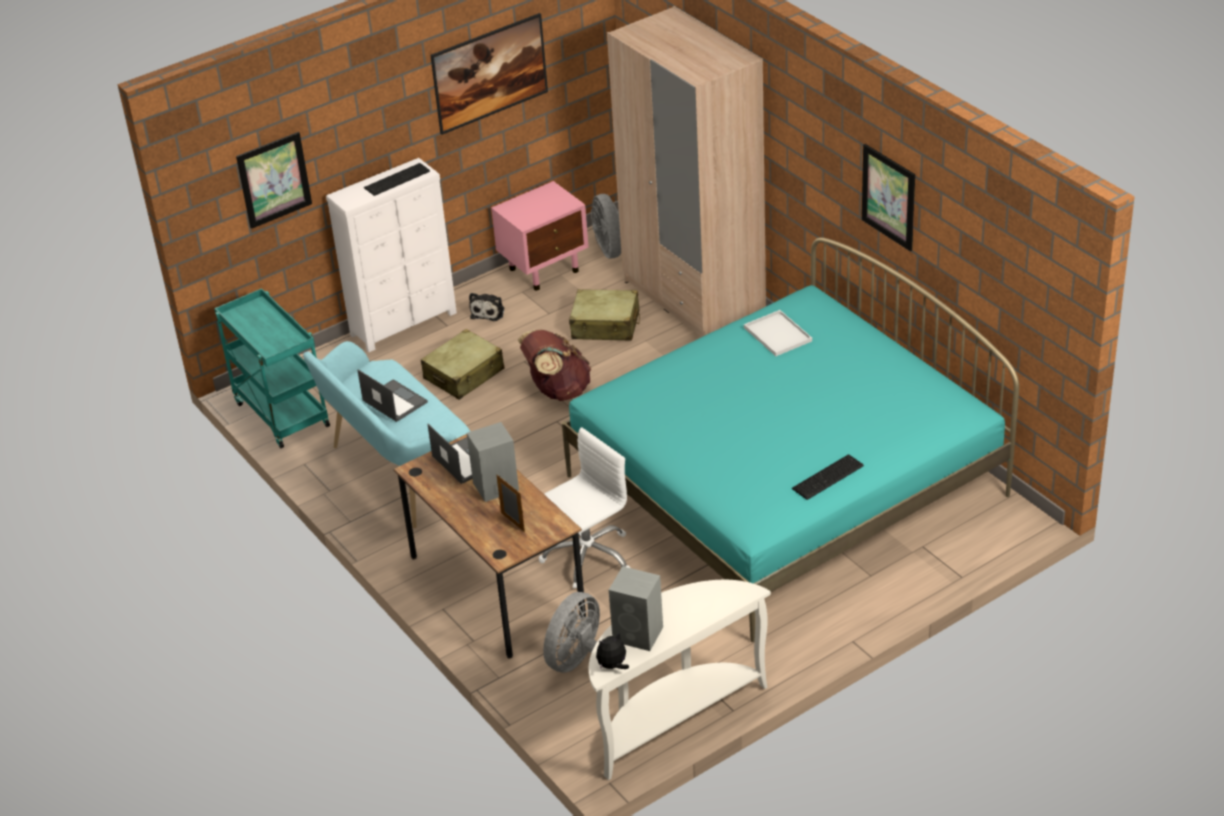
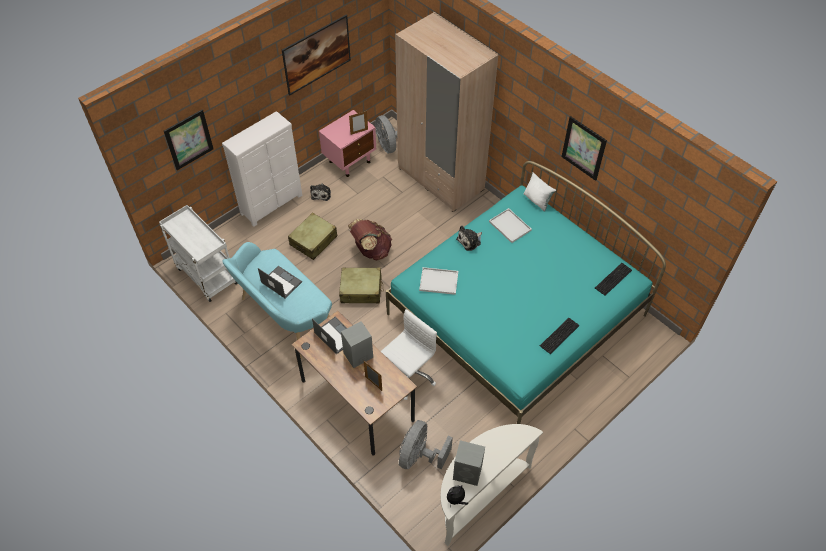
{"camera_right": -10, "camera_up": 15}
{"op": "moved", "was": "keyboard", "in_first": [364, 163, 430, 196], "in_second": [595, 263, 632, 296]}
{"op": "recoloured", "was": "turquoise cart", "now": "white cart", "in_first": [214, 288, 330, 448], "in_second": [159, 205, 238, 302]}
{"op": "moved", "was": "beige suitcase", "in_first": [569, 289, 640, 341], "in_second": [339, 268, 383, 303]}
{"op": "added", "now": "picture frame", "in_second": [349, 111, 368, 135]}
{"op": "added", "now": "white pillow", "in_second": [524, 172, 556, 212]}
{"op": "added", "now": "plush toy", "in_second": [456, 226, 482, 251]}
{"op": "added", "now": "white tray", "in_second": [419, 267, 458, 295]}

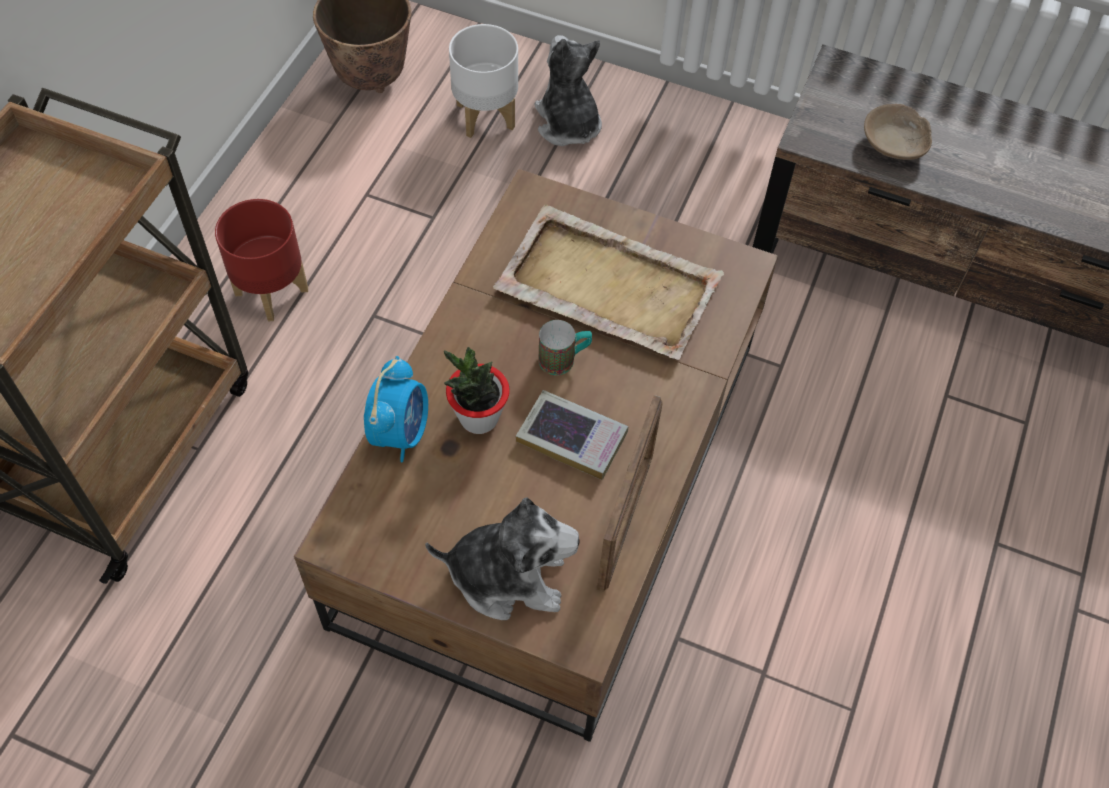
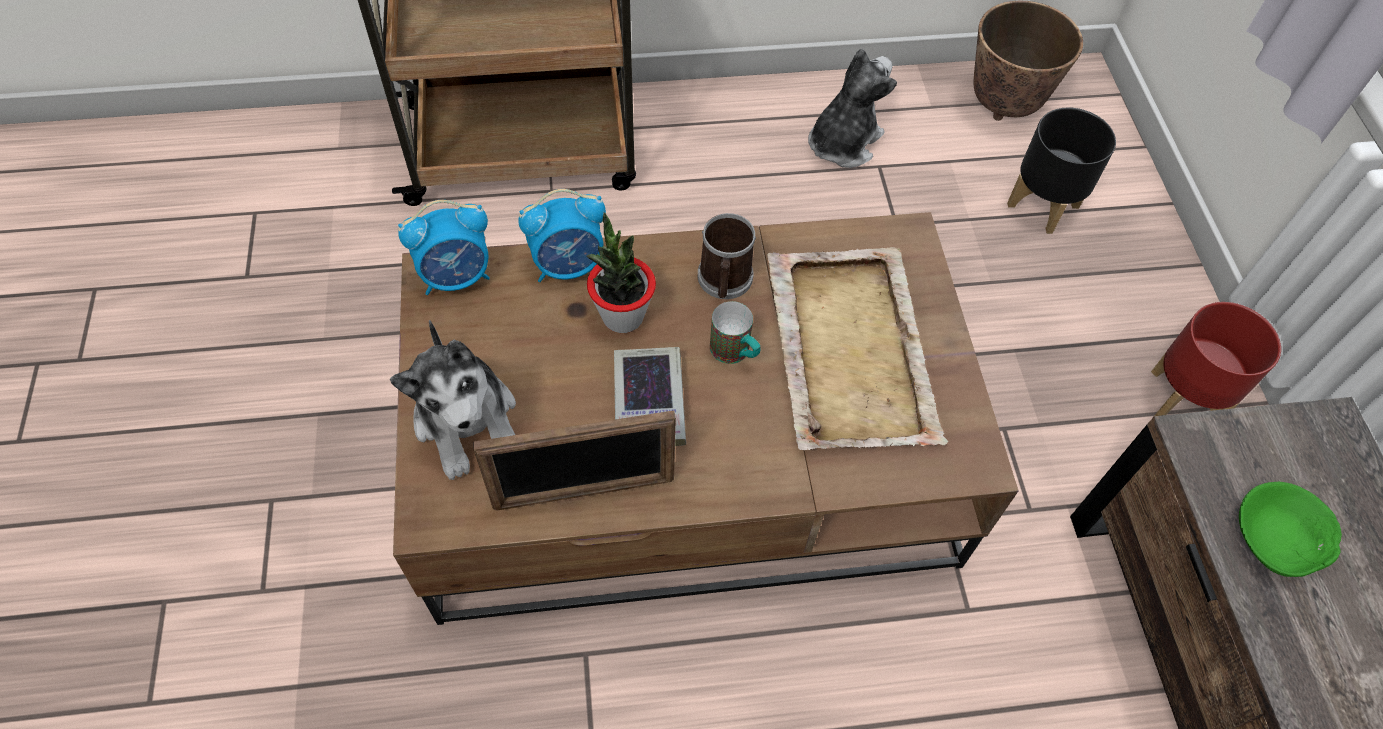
{"camera_right": 60, "camera_up": 0}
{"op": "recoloured", "was": "white planter", "now": "black planter", "in_first": [449, 24, 518, 138], "in_second": [1007, 108, 1116, 234]}
{"op": "moved", "was": "plush toy", "in_first": [534, 35, 602, 146], "in_second": [808, 49, 897, 168]}
{"op": "recoloured", "was": "beige bowl", "now": "green bowl", "in_first": [864, 104, 932, 160], "in_second": [1239, 482, 1342, 577]}
{"op": "moved", "was": "red planter", "in_first": [215, 199, 308, 321], "in_second": [1151, 302, 1281, 416]}
{"op": "added", "now": "alarm clock", "in_second": [398, 200, 490, 295]}
{"op": "added", "now": "mug", "in_second": [698, 213, 756, 299]}

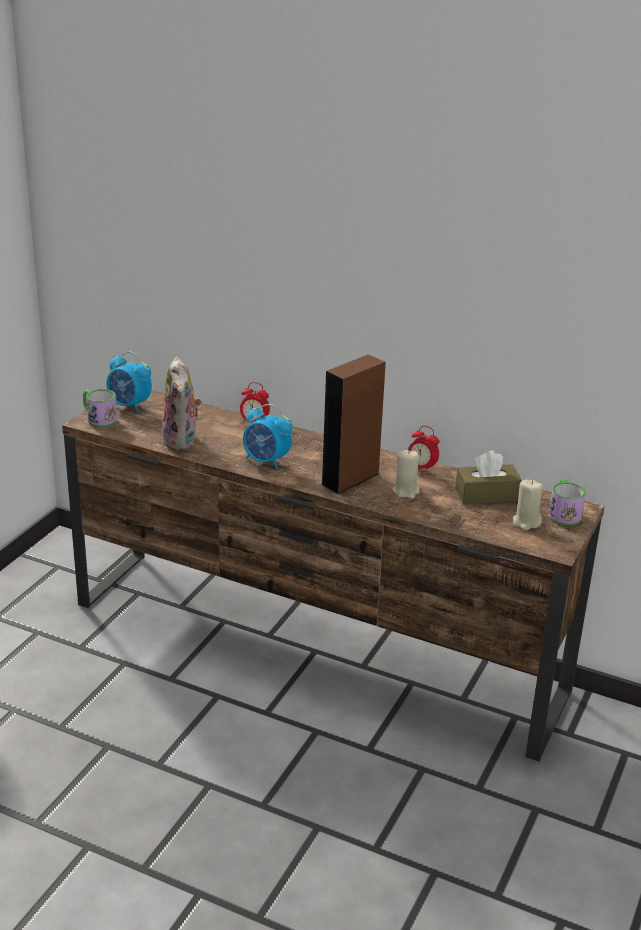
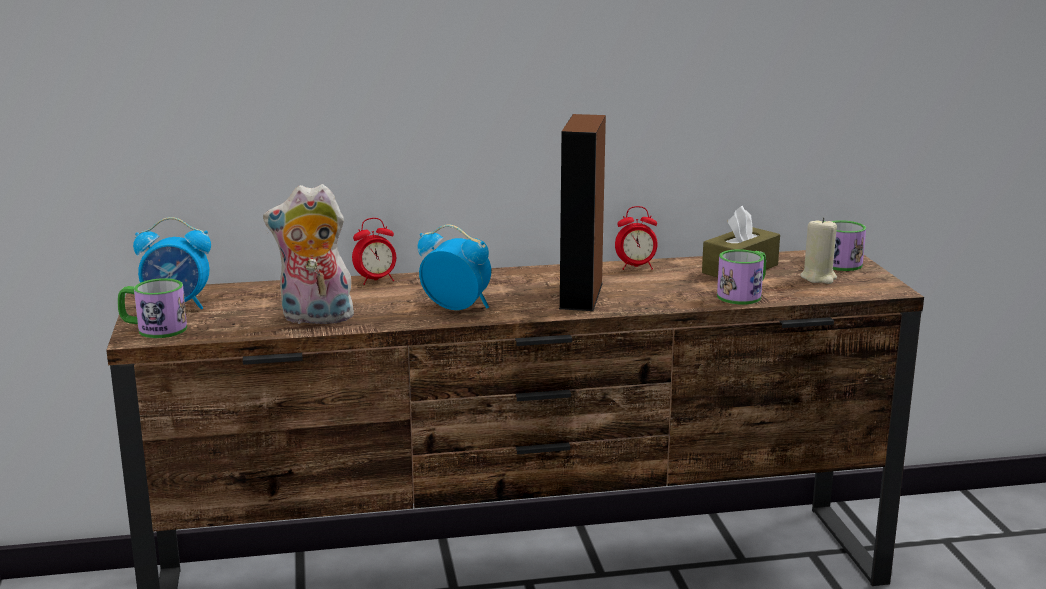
{"camera_right": -35, "camera_up": -10}
{"op": "turned", "was": "plush toy", "in_first": [162, 357, 202, 451], "in_second": [263, 184, 354, 327], "clockwise": 135}
{"op": "turned", "was": "alarm clock", "in_first": [243, 404, 293, 469], "in_second": [418, 224, 491, 310], "clockwise": -150}
{"op": "removed", "was": "beige candle", "in_first": [393, 450, 420, 499]}
{"op": "added", "now": "mug", "in_second": [717, 249, 766, 304]}

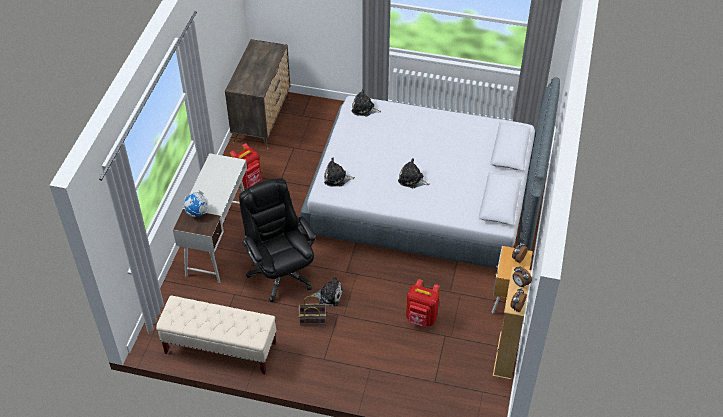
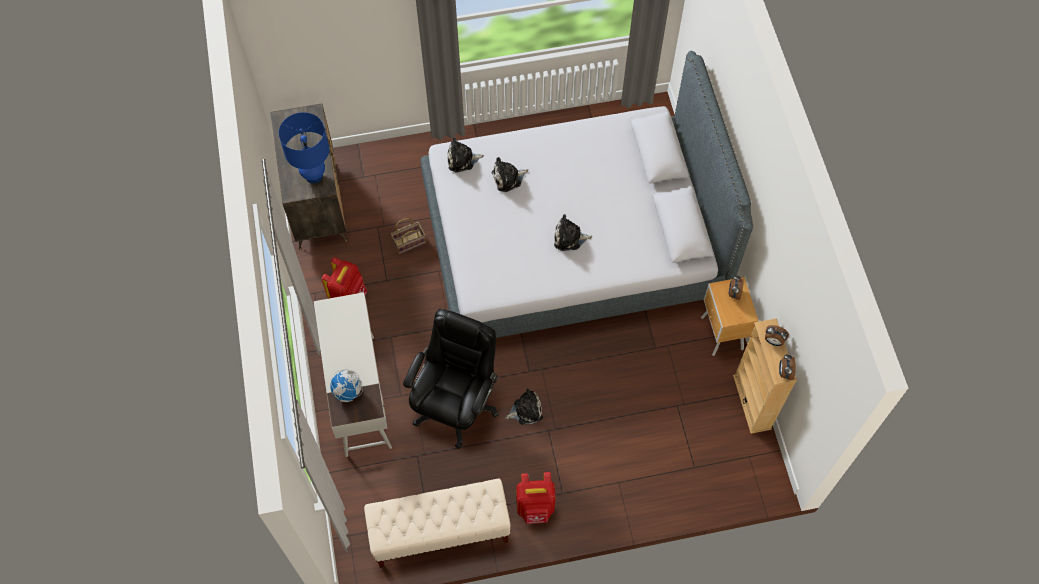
{"camera_right": -25, "camera_up": 15}
{"op": "moved", "was": "plush toy", "in_first": [324, 158, 355, 187], "in_second": [491, 157, 528, 192]}
{"op": "turned", "was": "black office chair", "in_first": [239, 178, 316, 302], "in_second": [403, 309, 499, 449], "clockwise": 75}
{"op": "moved", "was": "red backpack", "in_first": [406, 279, 440, 327], "in_second": [516, 472, 556, 524]}
{"op": "moved", "was": "basket", "in_first": [299, 295, 326, 325], "in_second": [391, 218, 426, 254]}
{"op": "added", "now": "blue table lamp", "in_second": [279, 112, 329, 183]}

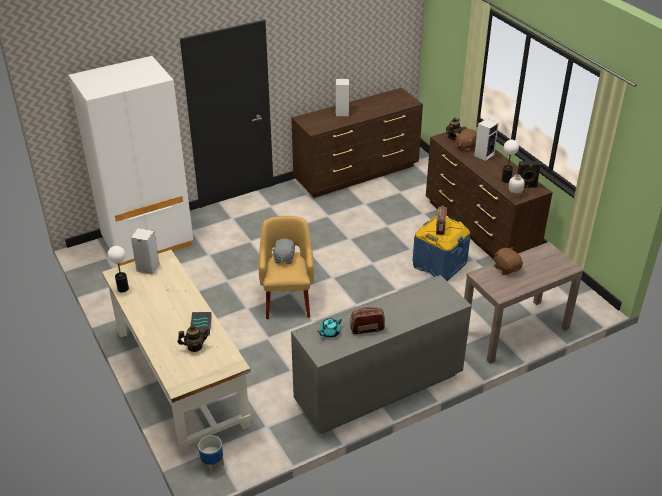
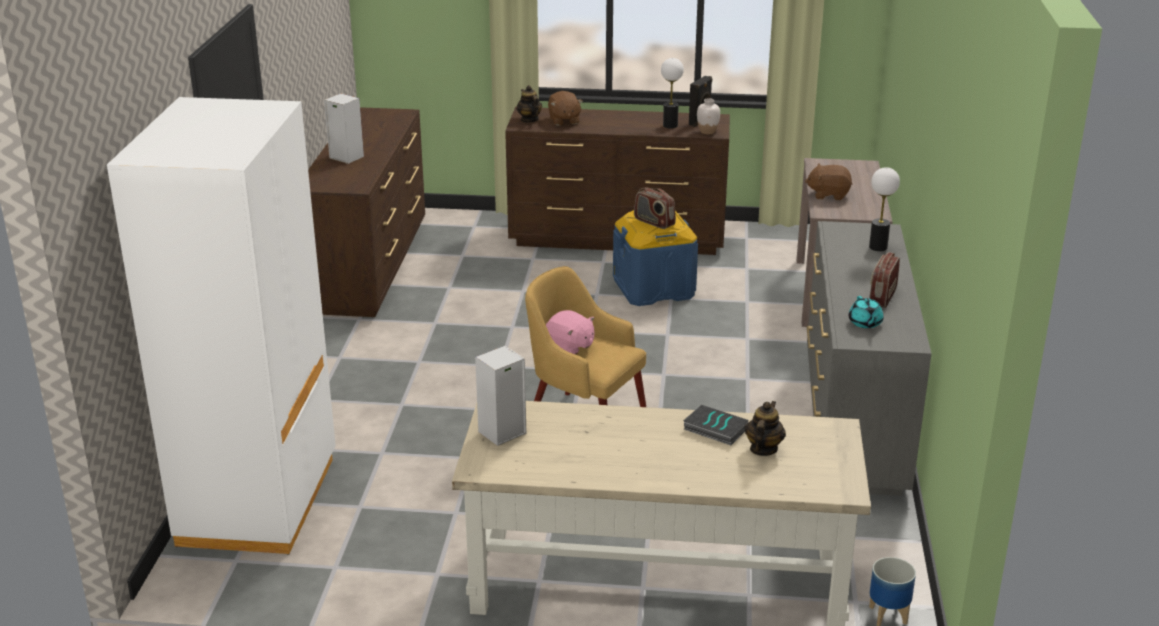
{"camera_right": -55, "camera_up": -10}
{"op": "removed", "was": "speaker", "in_first": [474, 118, 499, 161]}
{"op": "recoloured", "was": "grey plush toy", "now": "pink plush toy", "in_first": [272, 238, 295, 264], "in_second": [546, 310, 595, 355]}
{"op": "moved", "was": "table lamp", "in_first": [108, 246, 129, 293], "in_second": [869, 167, 900, 251]}

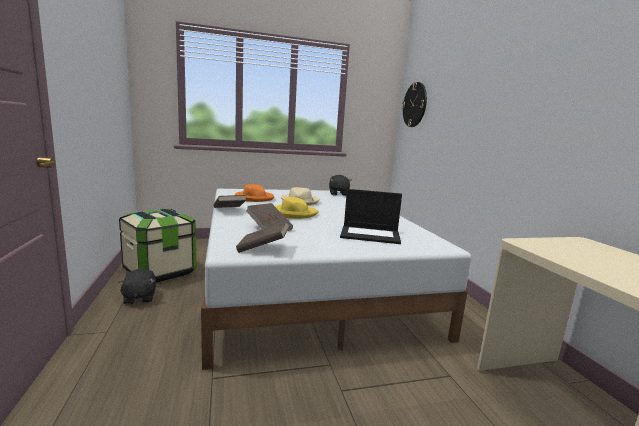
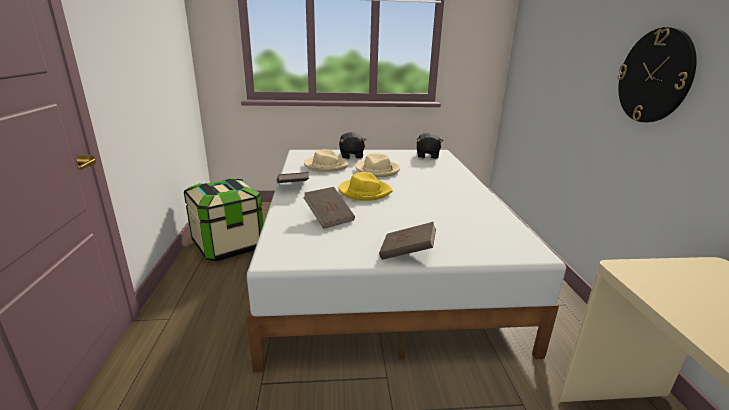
{"camera_right": 10, "camera_up": 10}
{"op": "moved", "was": "wall clock", "in_first": [402, 82, 427, 127], "in_second": [618, 27, 697, 122]}
{"op": "recoloured", "was": "orange hat", "now": "beige hat", "in_first": [235, 184, 274, 202], "in_second": [304, 149, 348, 172]}
{"op": "removed", "was": "laptop", "in_first": [340, 189, 402, 244]}
{"op": "moved", "was": "brown book", "in_first": [236, 221, 289, 253], "in_second": [379, 222, 436, 260]}
{"op": "moved", "was": "black plush toy", "in_first": [118, 269, 156, 305], "in_second": [339, 132, 366, 159]}

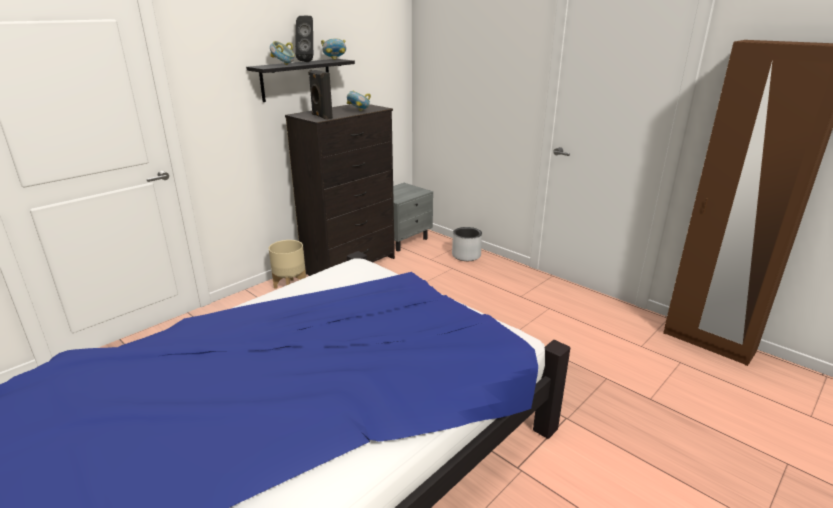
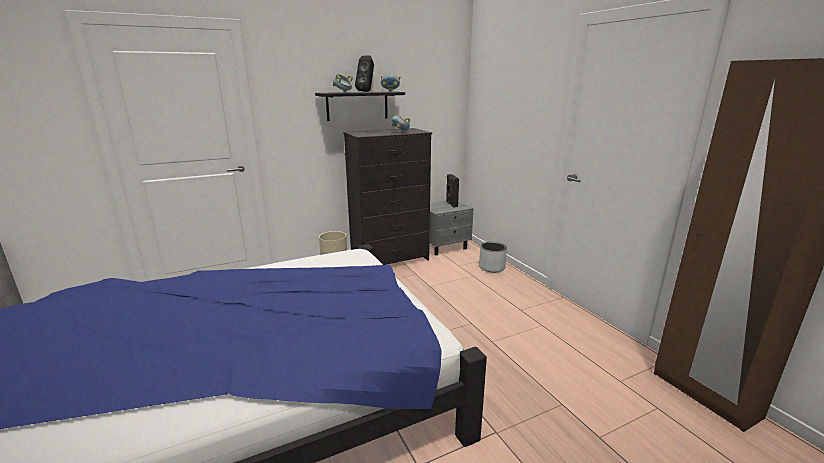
{"camera_right": 20, "camera_up": -5}
{"op": "moved", "was": "black speaker", "in_first": [308, 70, 333, 120], "in_second": [446, 174, 459, 208]}

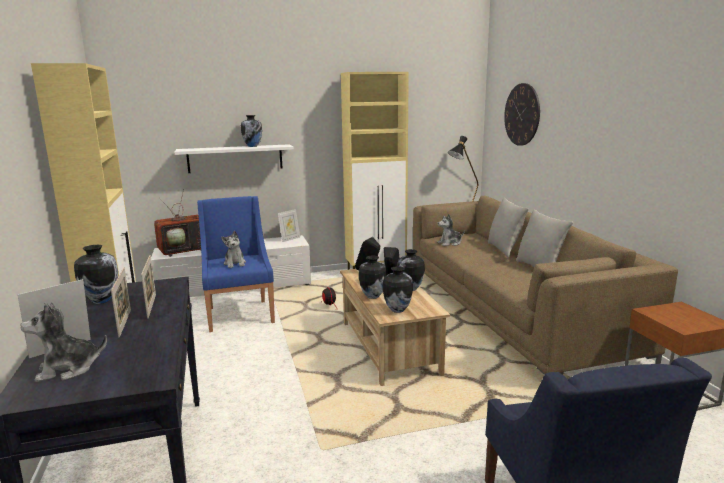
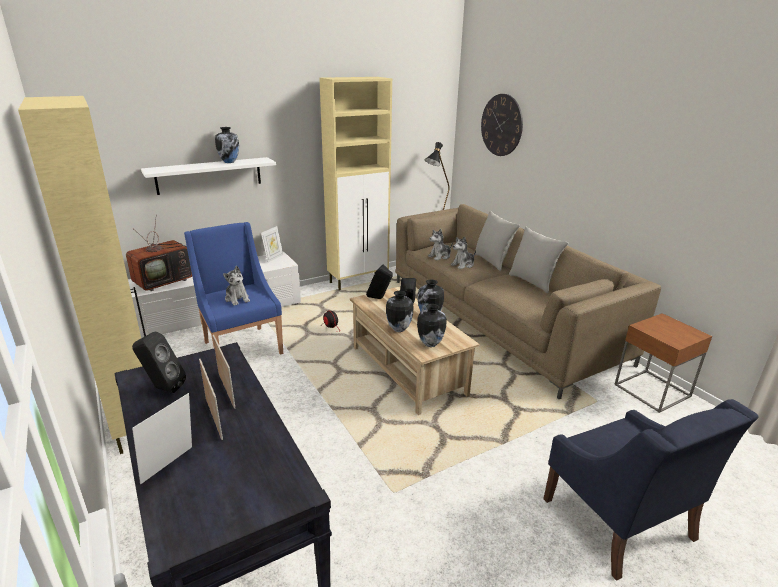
{"camera_right": -15, "camera_up": 10}
{"op": "replaced", "was": "vase", "now": "black speaker", "in_first": [74, 245, 118, 304], "in_second": [132, 331, 186, 393]}
{"op": "moved", "was": "plush toy", "in_first": [20, 302, 107, 382], "in_second": [451, 236, 476, 269]}

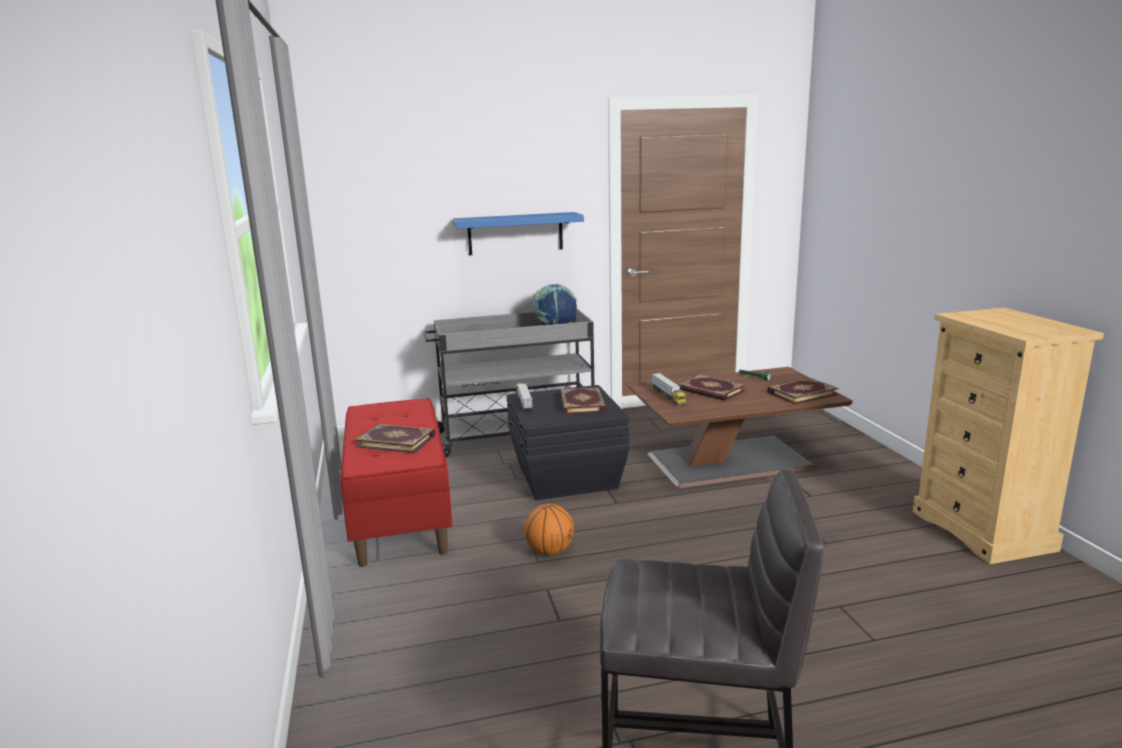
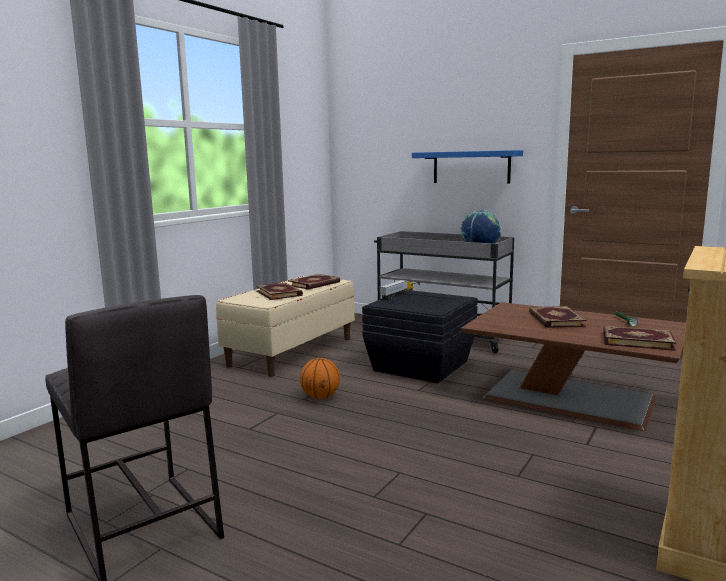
{"camera_right": 45, "camera_up": -5}
{"op": "removed", "was": "toy truck", "in_first": [651, 373, 686, 406]}
{"op": "moved", "was": "book", "in_first": [560, 387, 606, 415], "in_second": [288, 274, 340, 290]}
{"op": "recoloured", "was": "red bench", "now": "beige bench", "in_first": [340, 398, 452, 567], "in_second": [216, 276, 355, 377]}

